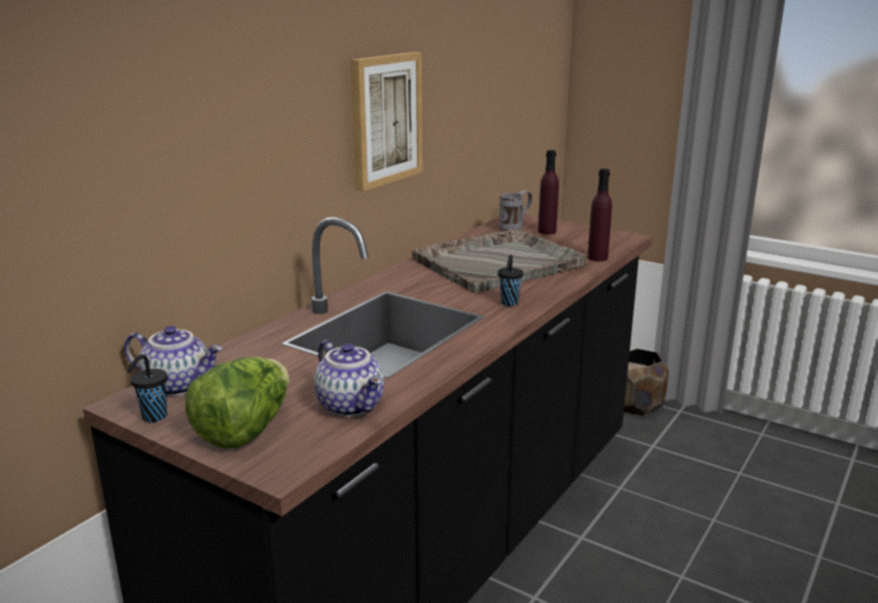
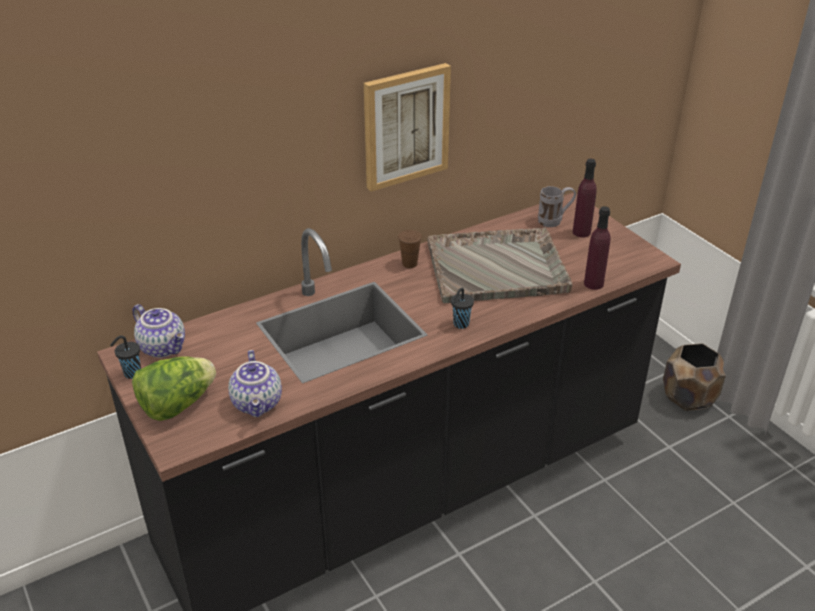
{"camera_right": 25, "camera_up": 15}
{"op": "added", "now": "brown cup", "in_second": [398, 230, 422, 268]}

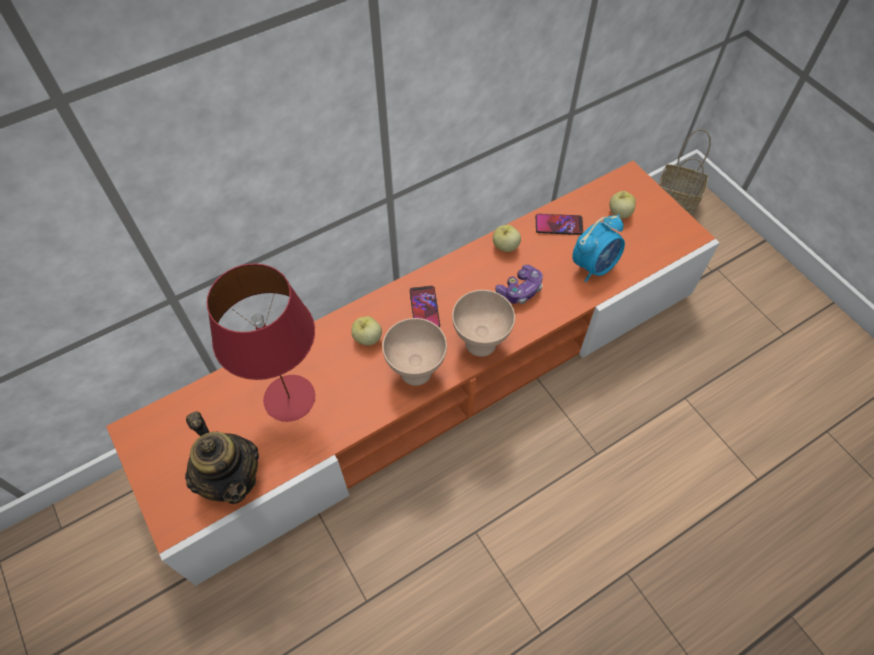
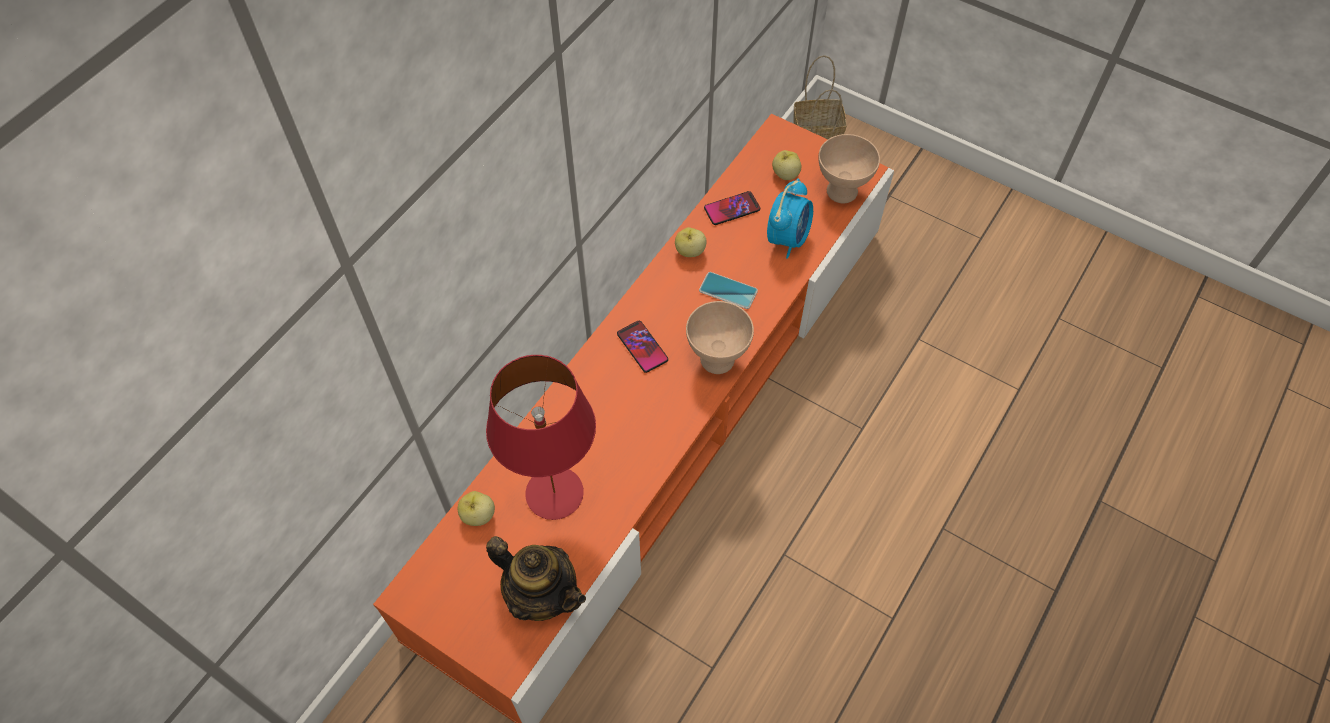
{"camera_right": -25, "camera_up": 0}
{"op": "replaced", "was": "game controller", "now": "phone", "in_first": [495, 265, 543, 304], "in_second": [699, 272, 758, 309]}
{"op": "moved", "was": "apple", "in_first": [351, 316, 382, 346], "in_second": [458, 491, 495, 526]}
{"op": "moved", "was": "beige bowl", "in_first": [382, 318, 447, 386], "in_second": [818, 134, 880, 203]}

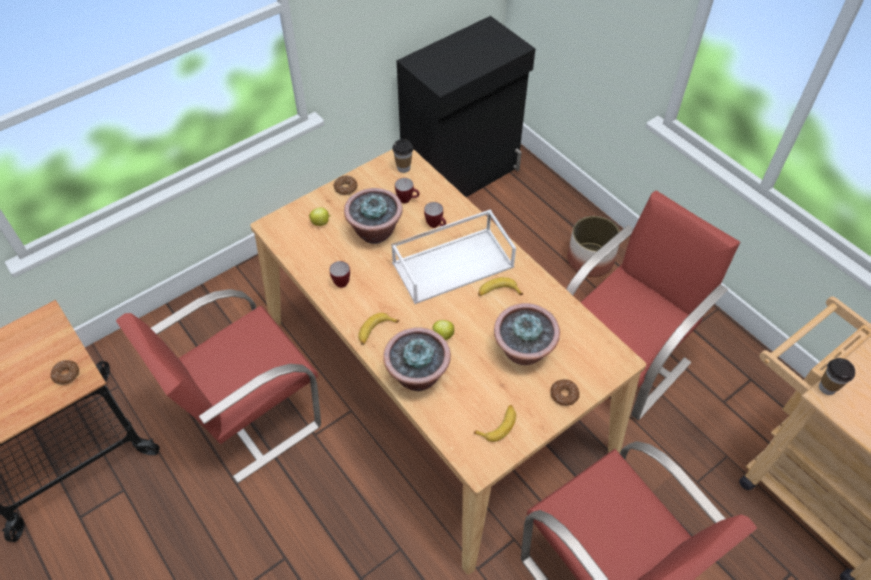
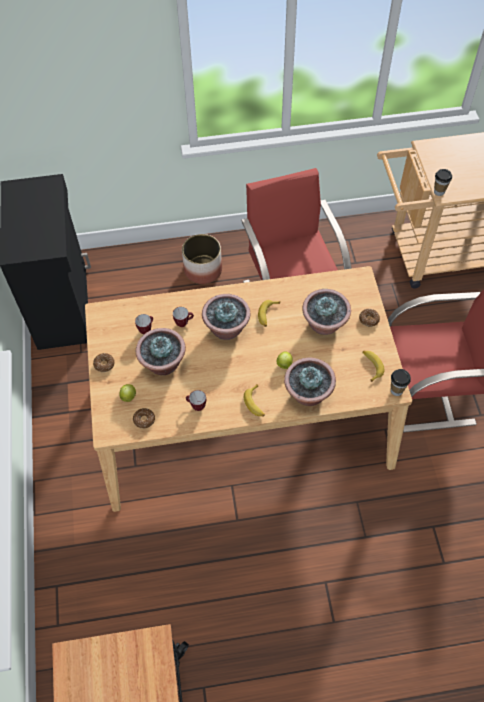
{"camera_right": -60, "camera_up": 5}
{"op": "moved", "was": "cup", "in_first": [392, 139, 413, 173], "in_second": [391, 369, 411, 396]}
{"op": "replaced", "was": "white tray", "now": "potted plant", "in_first": [391, 209, 516, 304], "in_second": [202, 294, 250, 340]}
{"op": "removed", "was": "red chair", "in_first": [116, 289, 321, 483]}
{"op": "moved", "was": "donut", "in_first": [51, 360, 79, 385], "in_second": [133, 408, 155, 429]}

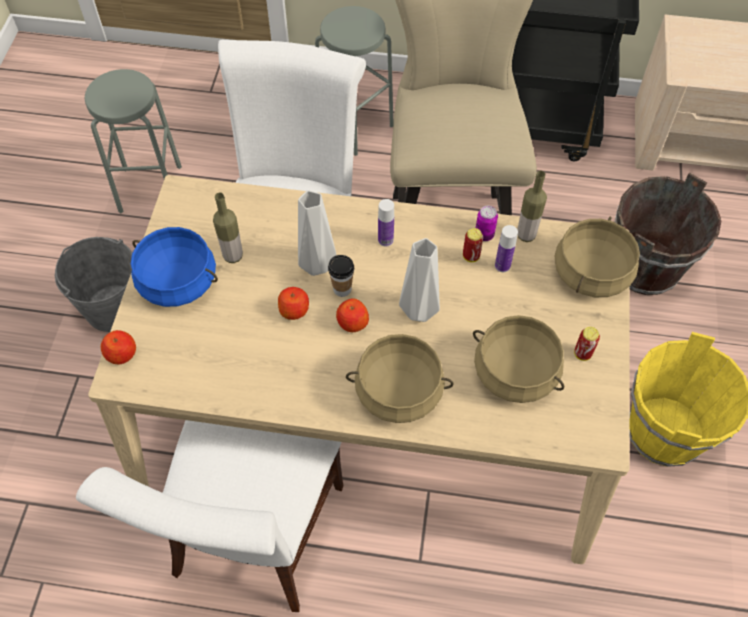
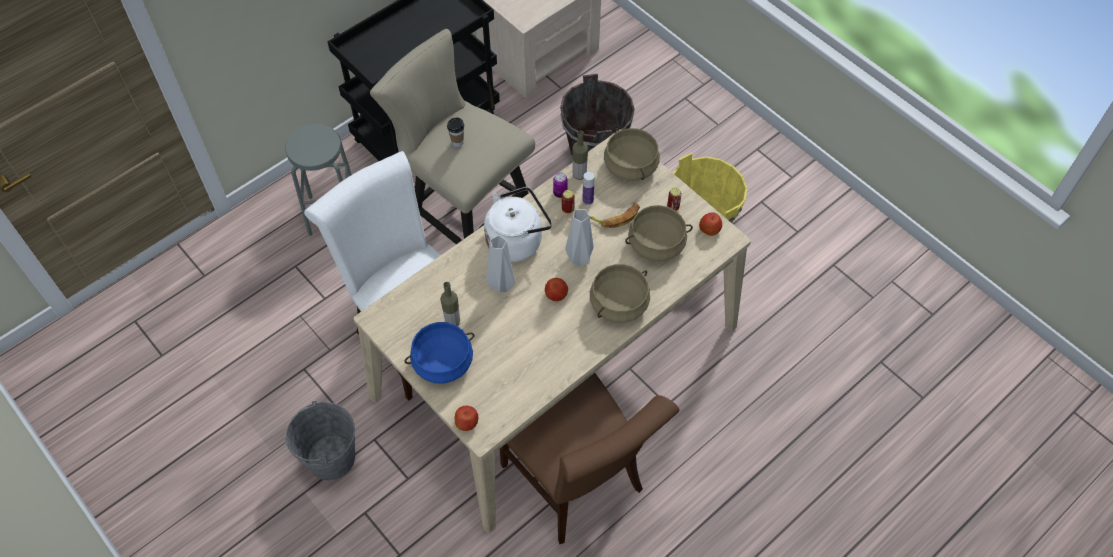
{"camera_right": -50, "camera_up": 0}
{"op": "removed", "was": "grey stool", "in_first": [85, 69, 182, 214]}
{"op": "replaced", "was": "bottle", "now": "white kettle", "in_first": [378, 199, 394, 247], "in_second": [484, 187, 552, 262]}
{"op": "moved", "was": "cup", "in_first": [328, 255, 354, 297], "in_second": [447, 118, 464, 147]}
{"op": "moved", "was": "apple", "in_first": [278, 287, 309, 320], "in_second": [699, 212, 722, 236]}
{"op": "recoloured", "was": "white chair", "now": "brown chair", "in_first": [76, 420, 344, 612], "in_second": [500, 373, 679, 544]}
{"op": "added", "now": "banana", "in_second": [589, 202, 640, 228]}

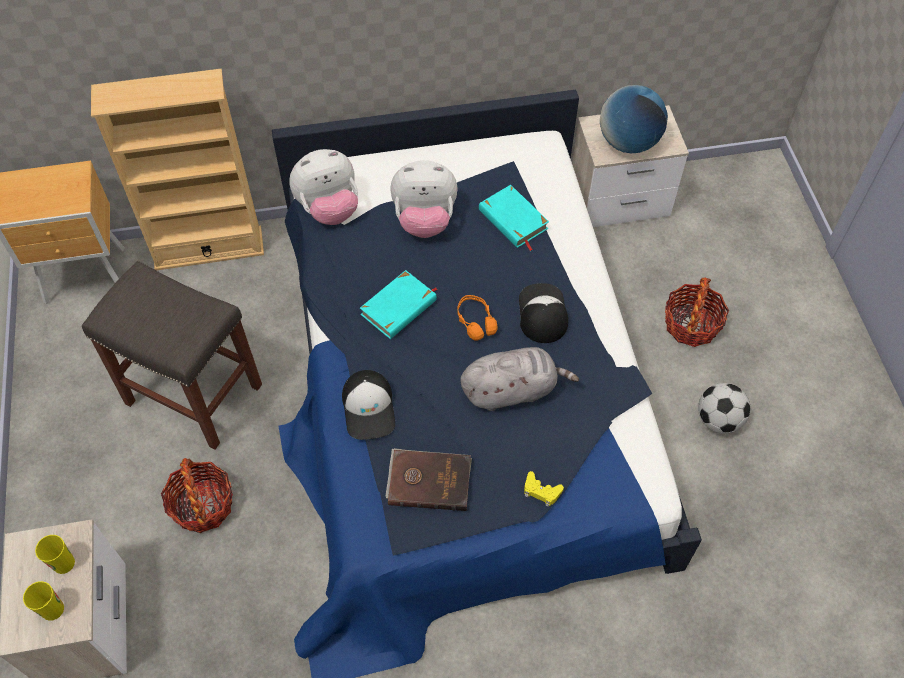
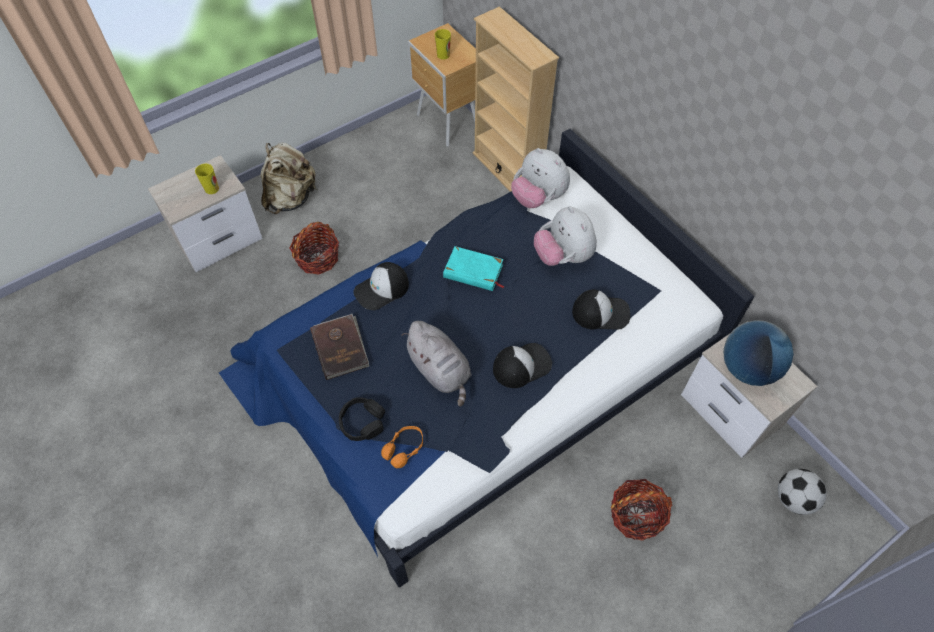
{"camera_right": 65, "camera_up": 0}
{"op": "replaced", "was": "turquoise book", "now": "cap", "in_first": [479, 185, 549, 251], "in_second": [572, 290, 630, 330]}
{"op": "removed", "was": "grey stool", "in_first": [82, 261, 262, 450]}
{"op": "moved", "was": "orange headphones", "in_first": [457, 295, 498, 341], "in_second": [381, 426, 423, 468]}
{"op": "moved", "was": "football", "in_first": [698, 383, 751, 434], "in_second": [778, 469, 827, 515]}
{"op": "replaced", "was": "yellow game controller", "now": "black headphones", "in_first": [524, 471, 564, 507], "in_second": [339, 397, 385, 441]}
{"op": "moved", "was": "cup", "in_first": [23, 581, 64, 621], "in_second": [435, 29, 451, 60]}
{"op": "added", "now": "beige backpack", "in_second": [261, 142, 317, 214]}

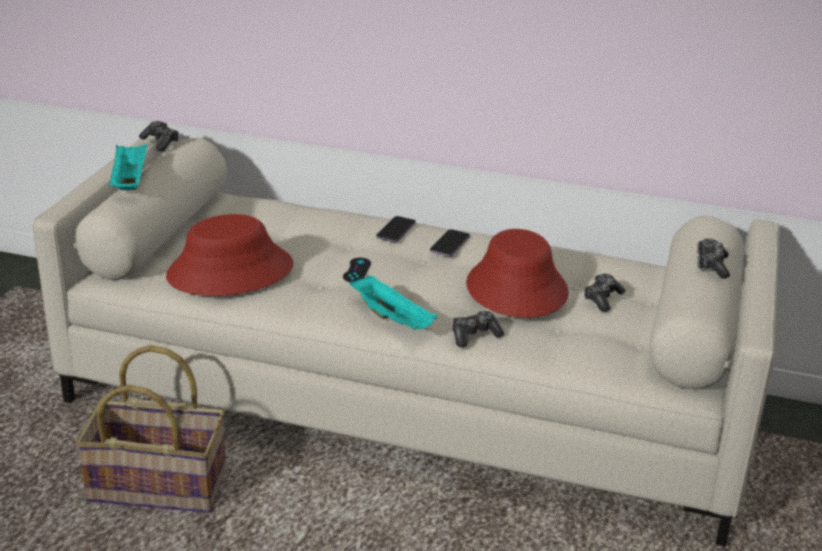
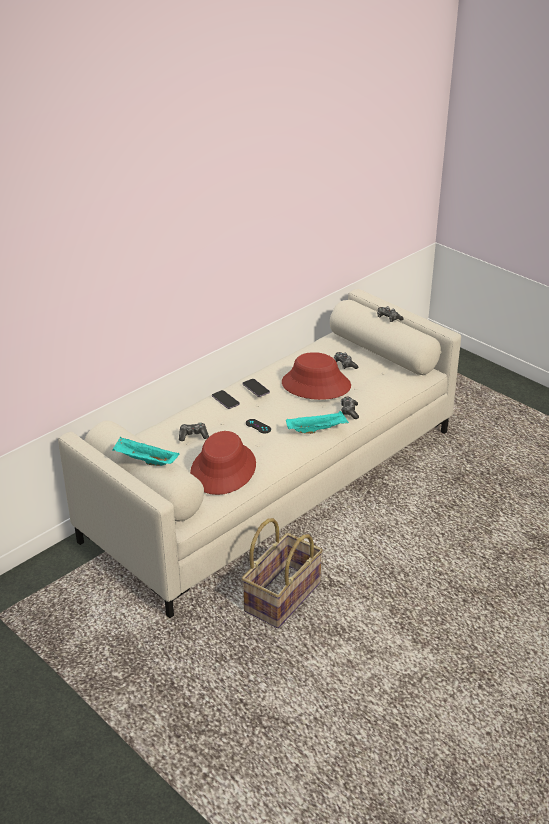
{"camera_right": -60, "camera_up": 5}
{"op": "moved", "was": "game controller", "in_first": [139, 121, 179, 151], "in_second": [179, 423, 209, 441]}

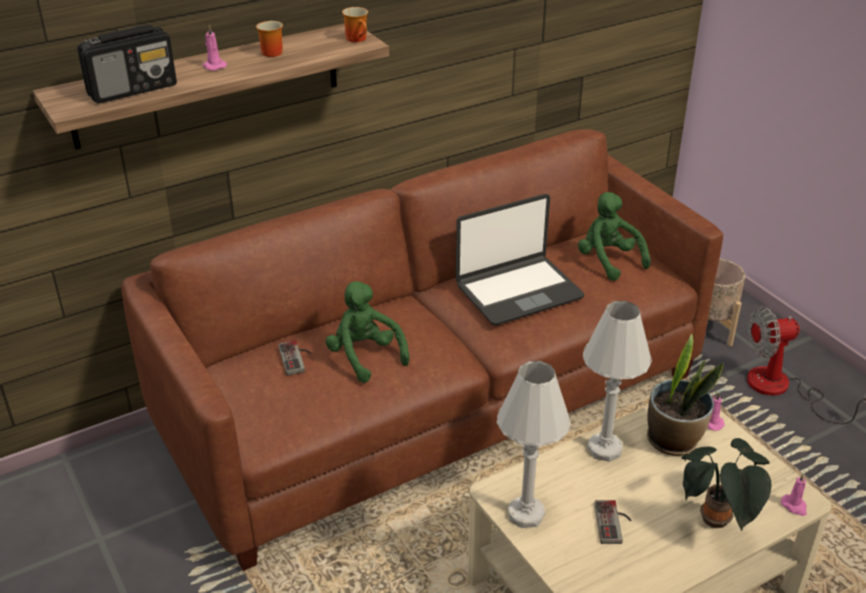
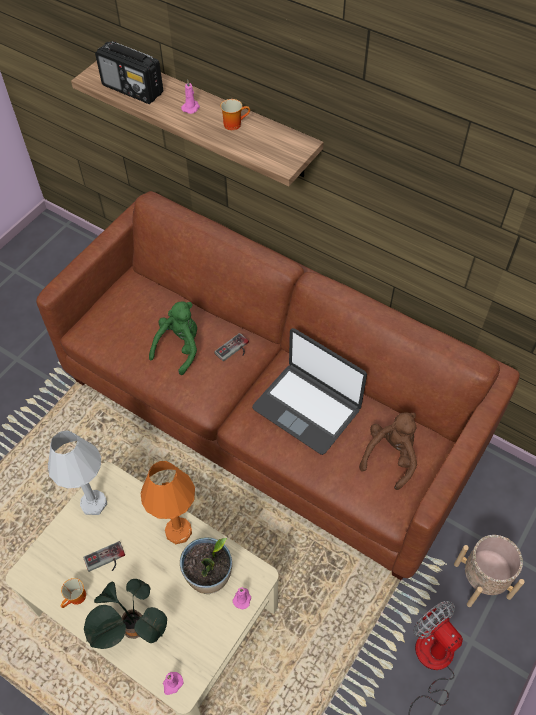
{"camera_right": 65, "camera_up": 20}
{"op": "moved", "was": "mug", "in_first": [342, 7, 368, 42], "in_second": [61, 578, 86, 608]}
{"op": "recoloured", "was": "green plush toy", "now": "brown plush toy", "in_first": [578, 192, 651, 281], "in_second": [359, 412, 417, 490]}
{"op": "recoloured", "was": "white table lamp", "now": "orange table lamp", "in_first": [583, 301, 652, 462], "in_second": [141, 461, 195, 544]}
{"op": "moved", "was": "game controller", "in_first": [278, 341, 311, 375], "in_second": [214, 333, 249, 361]}

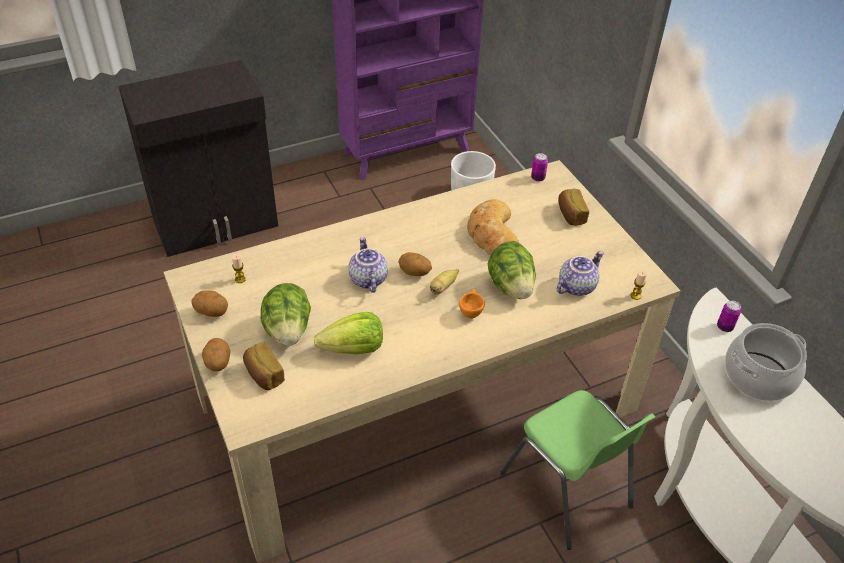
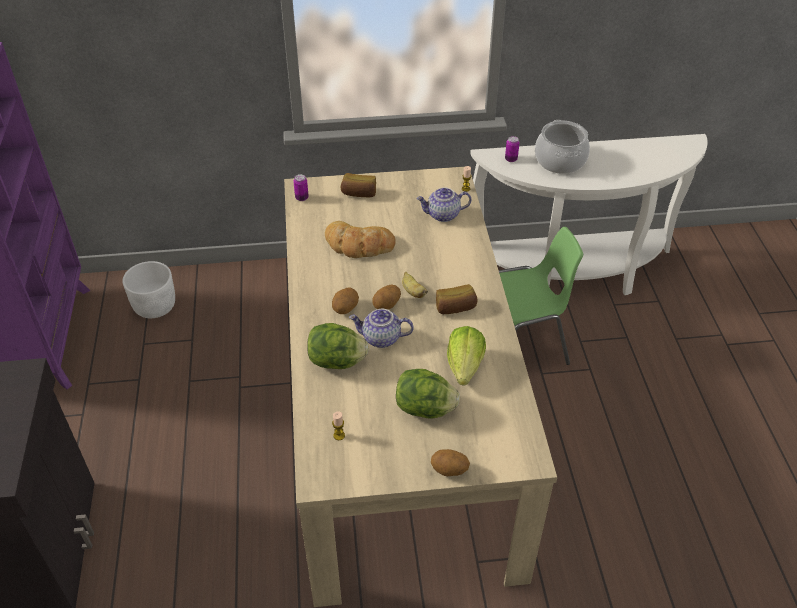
{"camera_right": -70, "camera_up": 0}
{"op": "moved", "was": "lettuce", "in_first": [488, 241, 536, 299], "in_second": [307, 323, 369, 369]}
{"op": "turned", "was": "teapot", "in_first": [557, 251, 604, 296], "in_second": [416, 188, 471, 222], "clockwise": -75}
{"op": "removed", "was": "orange cup", "in_first": [459, 289, 485, 319]}
{"op": "moved", "was": "potato", "in_first": [191, 290, 228, 317], "in_second": [332, 288, 359, 314]}
{"op": "moved", "was": "bread", "in_first": [243, 343, 285, 390], "in_second": [436, 284, 477, 314]}

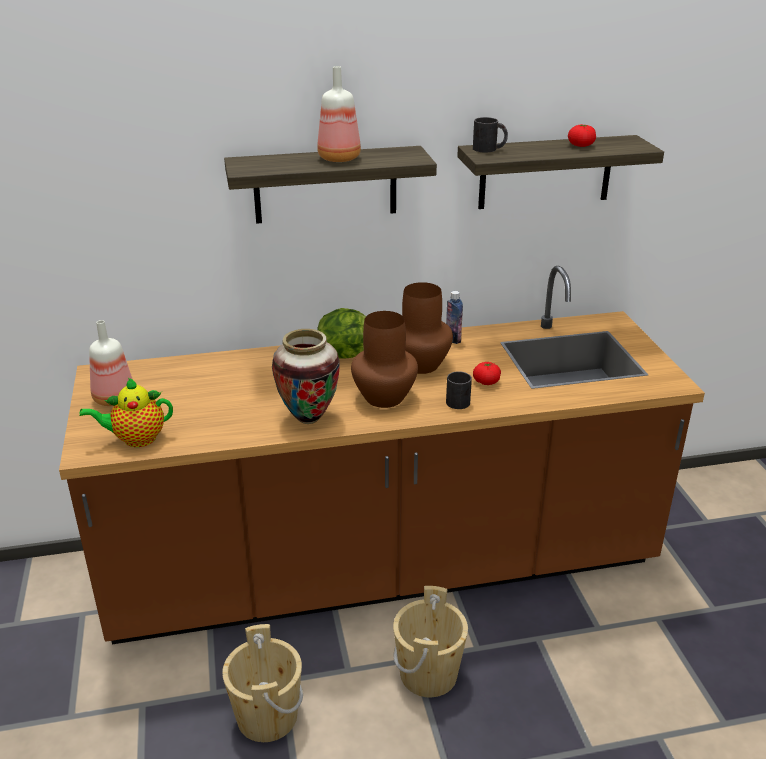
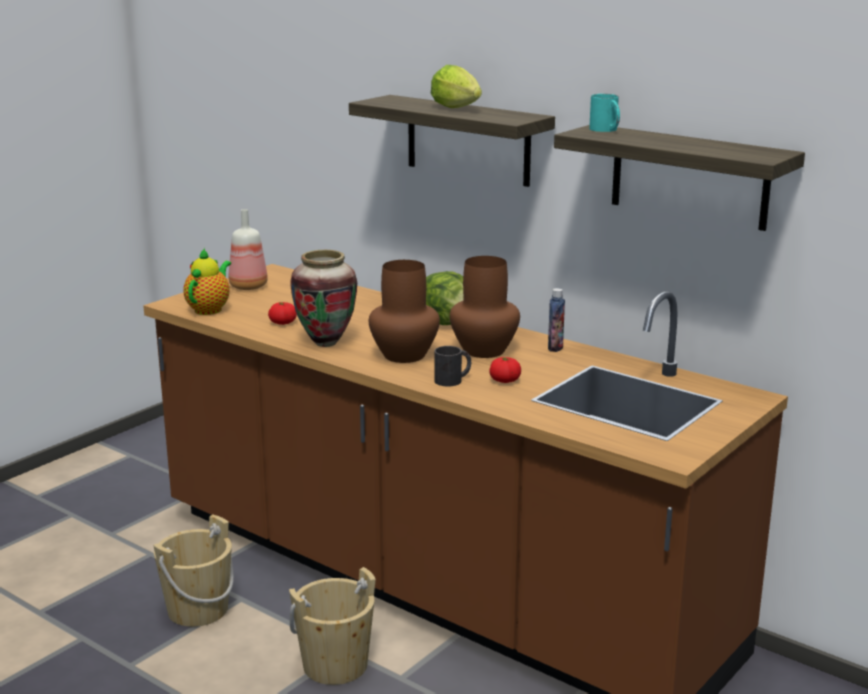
{"camera_right": 50, "camera_up": -10}
{"op": "replaced", "was": "bottle", "now": "lettuce", "in_first": [317, 66, 361, 162], "in_second": [431, 65, 482, 108]}
{"op": "recoloured", "was": "black mug", "now": "turquoise mug", "in_first": [473, 117, 508, 153], "in_second": [589, 94, 620, 132]}
{"op": "moved", "was": "tomato", "in_first": [568, 125, 596, 147], "in_second": [268, 302, 297, 325]}
{"op": "turned", "was": "teapot", "in_first": [80, 378, 173, 447], "in_second": [183, 248, 231, 315], "clockwise": 75}

